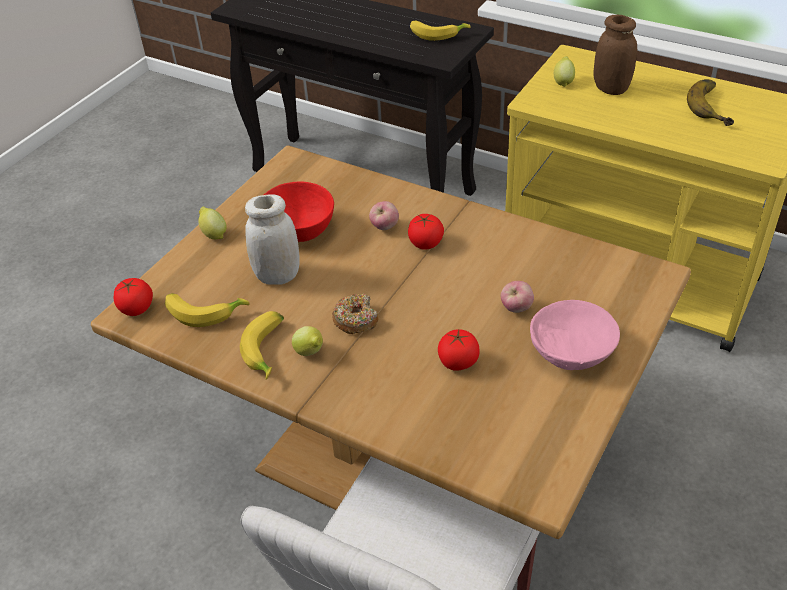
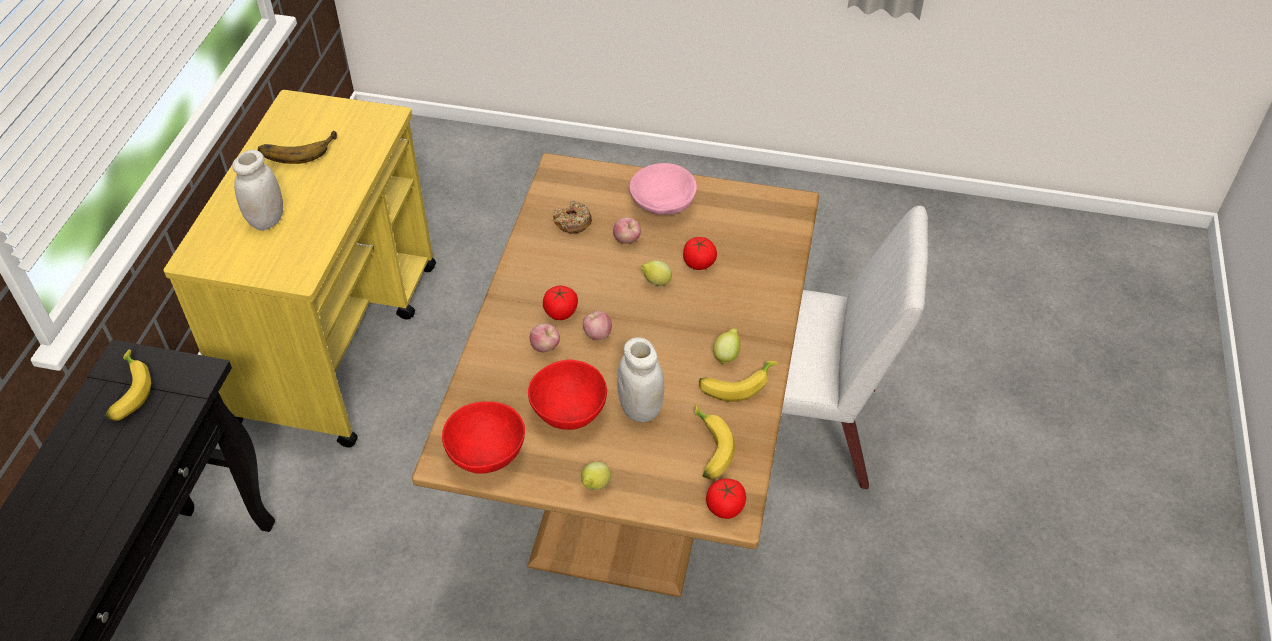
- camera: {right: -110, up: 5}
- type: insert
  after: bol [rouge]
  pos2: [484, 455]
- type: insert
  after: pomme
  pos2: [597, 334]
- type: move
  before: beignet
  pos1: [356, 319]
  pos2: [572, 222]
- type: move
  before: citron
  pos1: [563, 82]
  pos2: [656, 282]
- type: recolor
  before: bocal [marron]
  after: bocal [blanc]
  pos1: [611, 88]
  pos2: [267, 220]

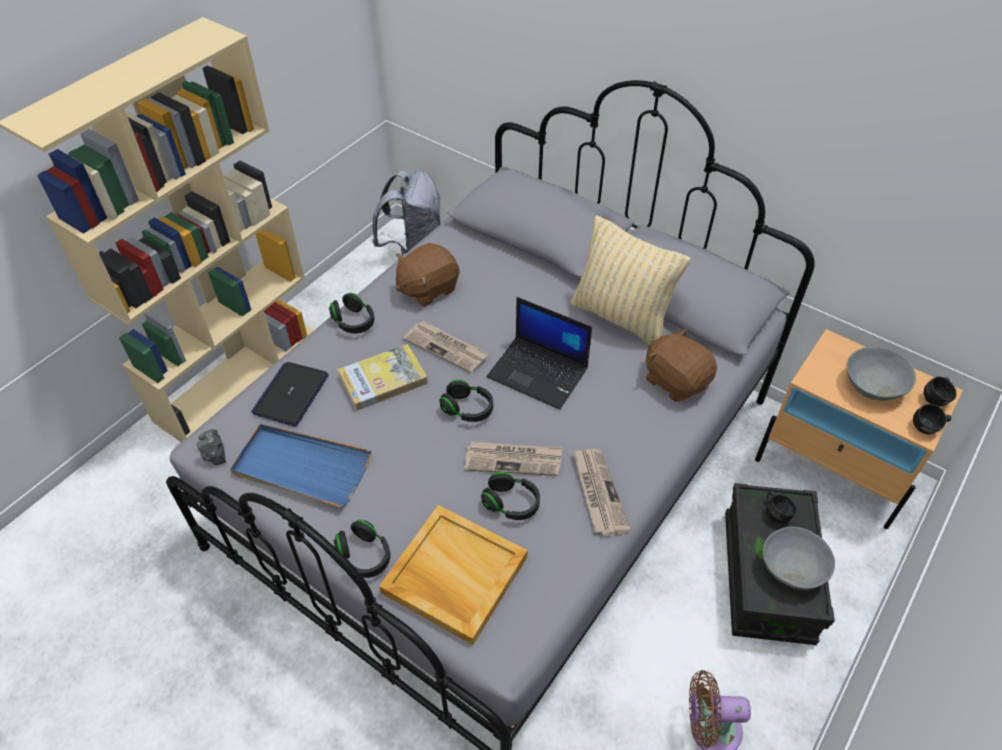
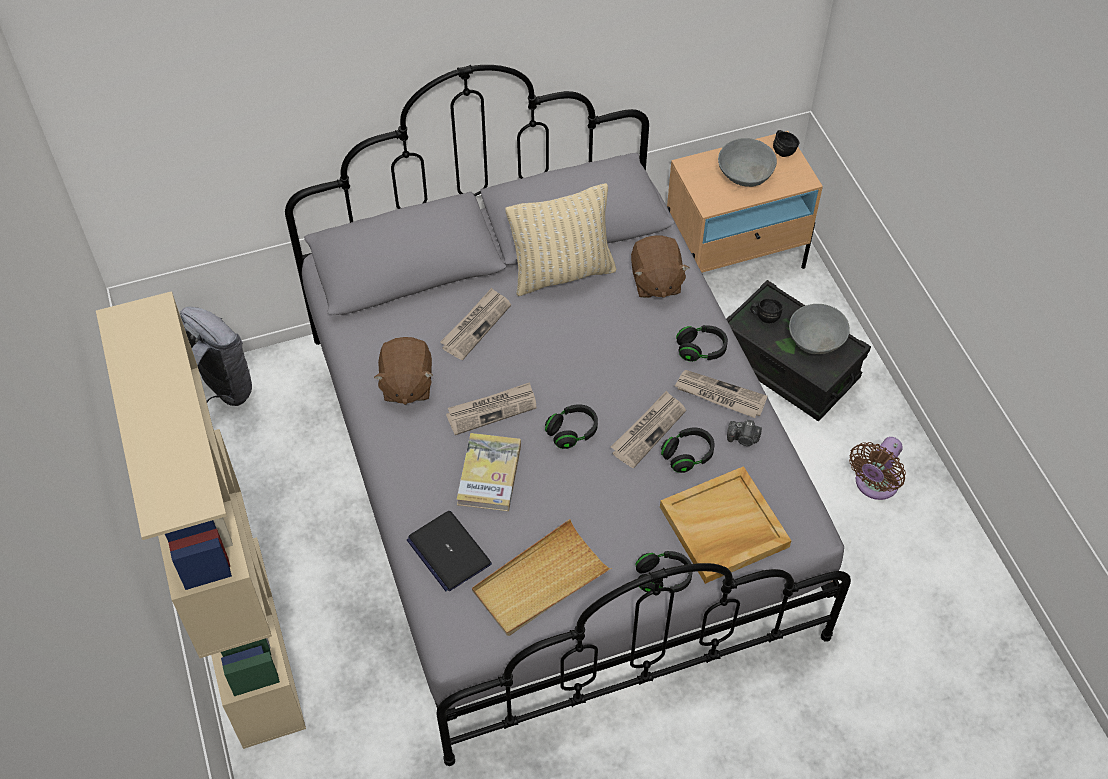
- camera: {right: -55, up: 5}
- type: delete
  before: ordinateur portable
  pos1: [539, 372]
- type: delete
  before: mug [noir]
  pos1: [928, 428]
- type: insert
  after: journal
  pos2: [476, 325]
- type: move
  before: appareil photo
  pos1: [215, 454]
  pos2: [743, 439]
- type: move
  before: casque audio [noir]
  pos1: [353, 322]
  pos2: [701, 350]
- type: recolor
  before: plateau [bleu]
  after: plateau [beige]
  pos1: [301, 468]
  pos2: [540, 581]
- type: rotate
  before: peluche [marron]
  pos1: [676, 380]
  pos2: [655, 281]
  turn: -90

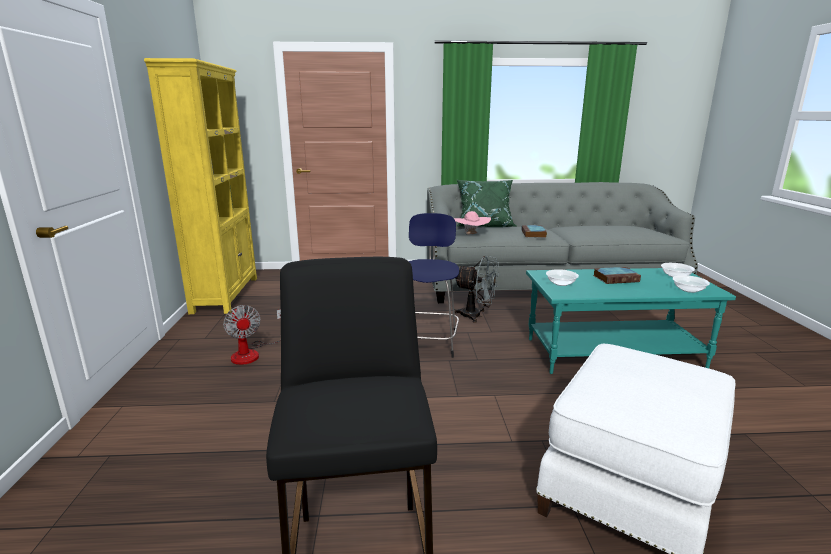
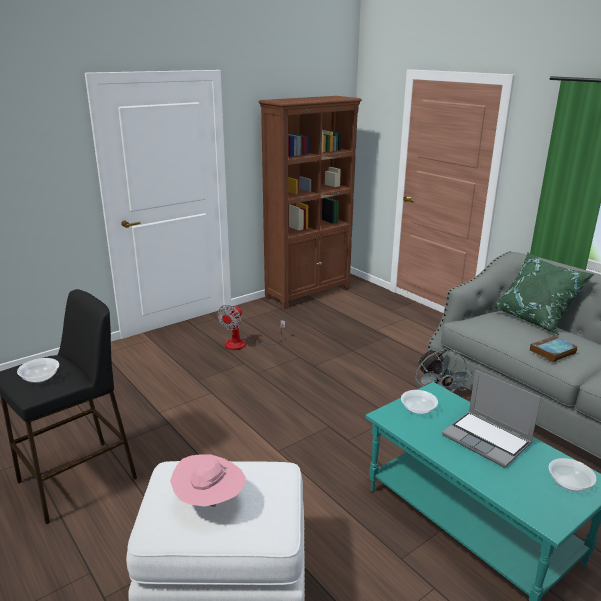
- camera: {right: 55, up: 5}
- type: delete
  before: tabouret [bleu]
  pos1: [428, 342]
- type: move
  before: chapeau [rose]
  pos1: [471, 235]
  pos2: [209, 502]
- type: move
  before: bol
  pos1: [689, 290]
  pos2: [40, 378]
- type: replace
  before: livre
  after: ordinateur portable
  pos1: [616, 278]
  pos2: [487, 440]
- type: recolor
  before: bibliothèque [jaune]
  after: bibliothèque [marron]
  pos1: [226, 294]
  pos2: [308, 293]

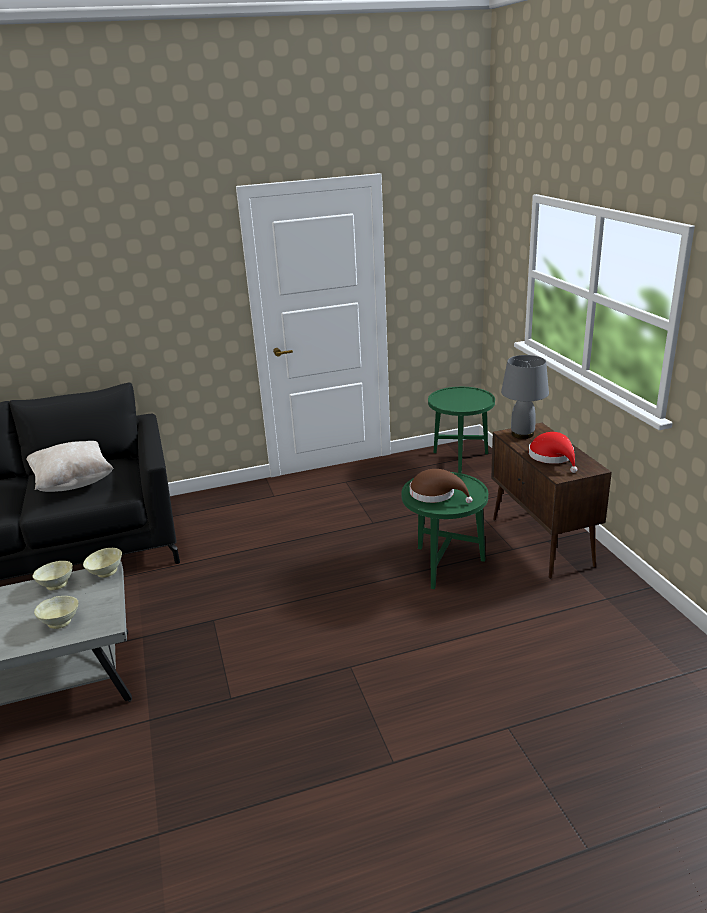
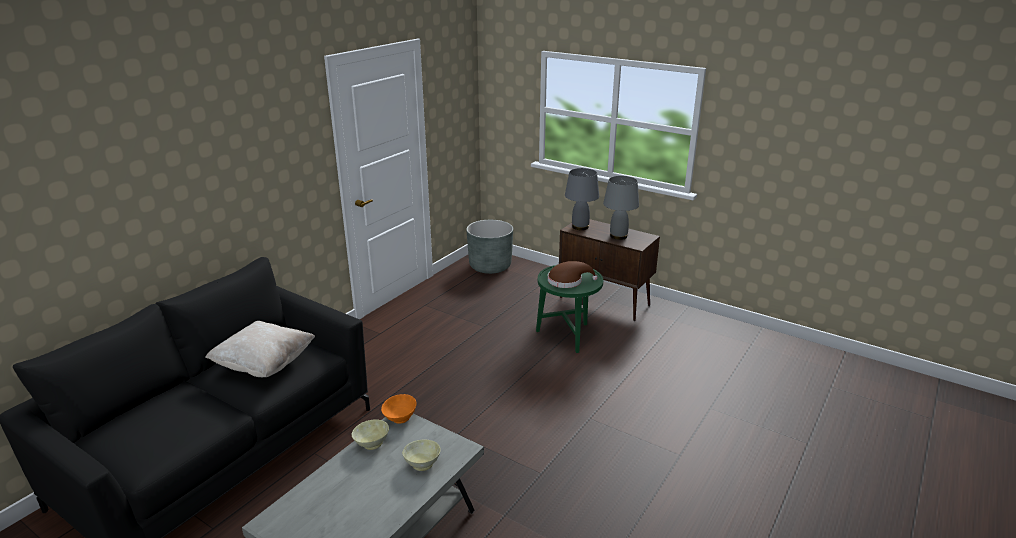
- camera: {right: -40, up: 0}
- type: replace
  before: table d'appoint [vert]
  after: cache-pot [gris]
  pos1: [460, 461]
  pos2: [490, 266]
- type: replace
  before: chapeau [rouge]
  after: lampe de table [gris]
  pos1: [553, 457]
  pos2: [618, 236]
- type: recolor
  before: bol [beige]
  after: bol [orange]
  pos1: [106, 572]
  pos2: [399, 418]

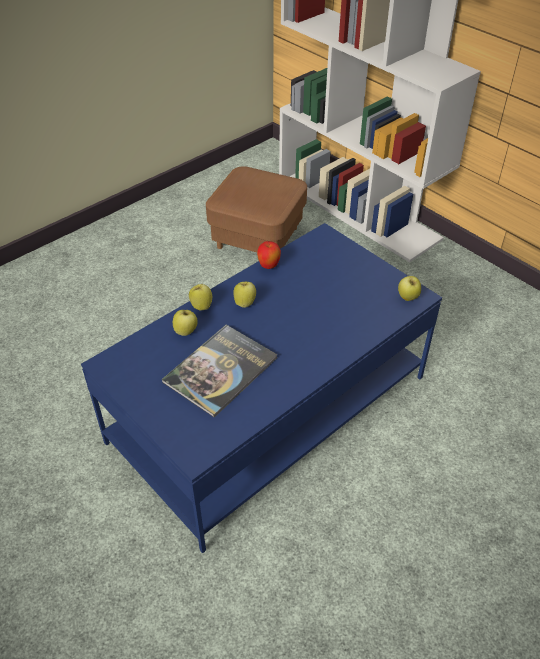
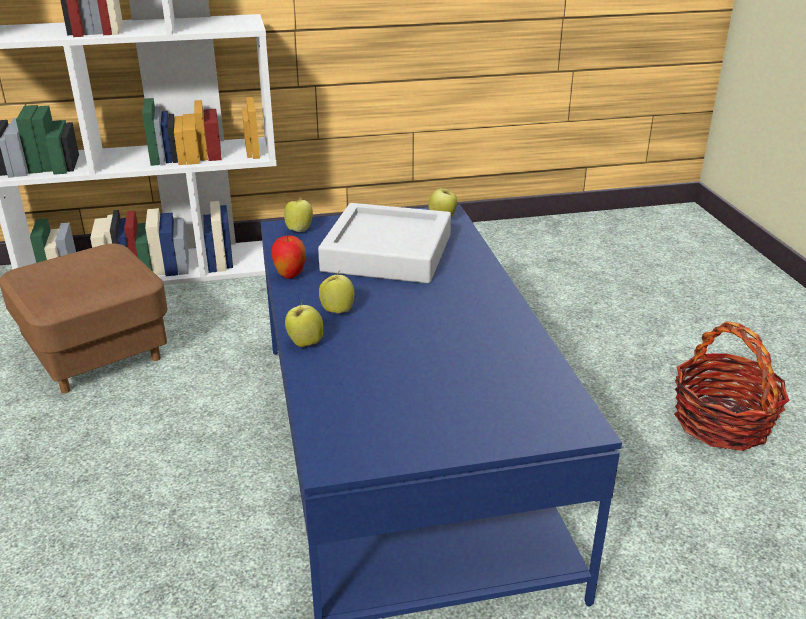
- camera: {right: -60, up: -15}
- type: delete
  before: livre
  pos1: [220, 370]
- type: insert
  after: plateau [gris]
  pos2: [387, 253]
- type: insert
  after: panier
  pos2: [722, 423]
- type: move
  before: pomme
  pos1: [186, 331]
  pos2: [299, 230]

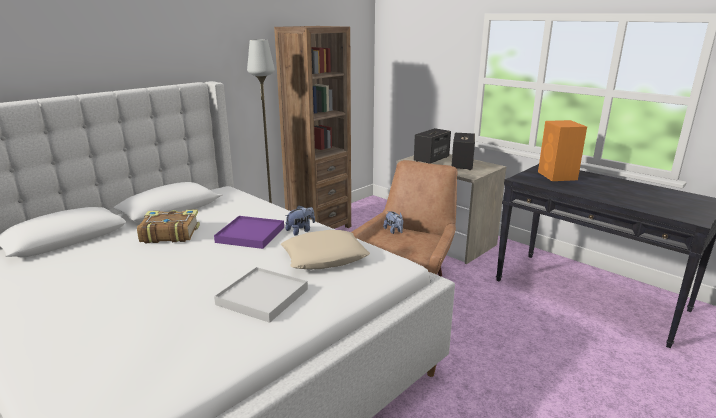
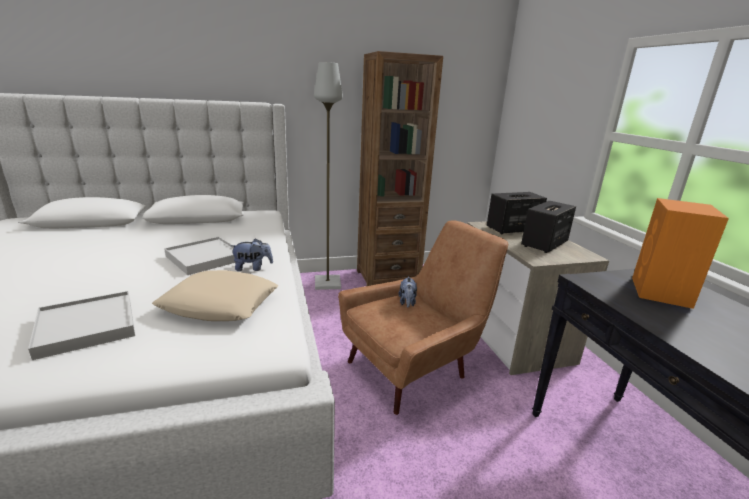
- camera: {right: 30, up: 0}
- type: delete
  before: livre
  pos1: [169, 234]
- type: recolor
  before: plateau [violet]
  after: plateau [blanc]
  pos1: [250, 235]
  pos2: [205, 258]

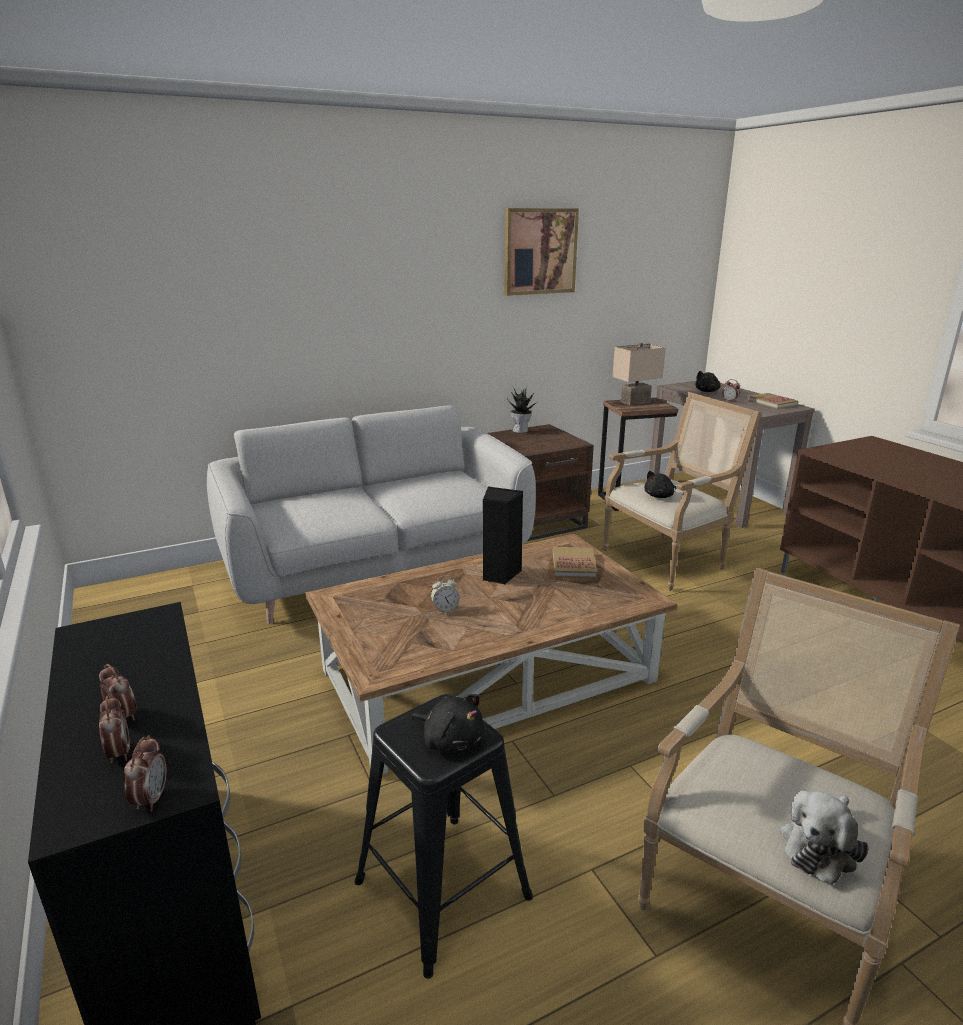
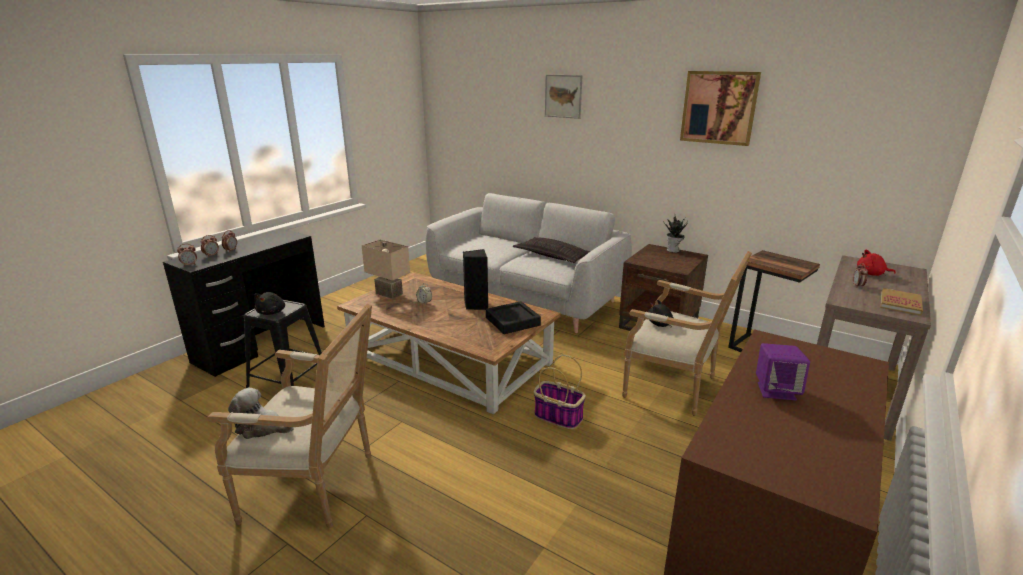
- camera: {right: 60, up: 0}
- type: insert
  after: coussin
  pos2: [553, 256]
- type: insert
  after: panier
  pos2: [557, 416]
- type: insert
  after: tableau
  pos2: [563, 96]
- type: insert
  after: enceinte [violet]
  pos2: [776, 391]
- type: move
  before: lampe de table [beige]
  pos1: [634, 401]
  pos2: [390, 293]
- type: replace
  before: livre
  after: plateau [noir]
  pos1: [574, 565]
  pos2: [512, 321]
- type: recolor
  before: peluche [noir]
  after: peluche [rouge]
  pos1: [707, 391]
  pos2: [871, 274]

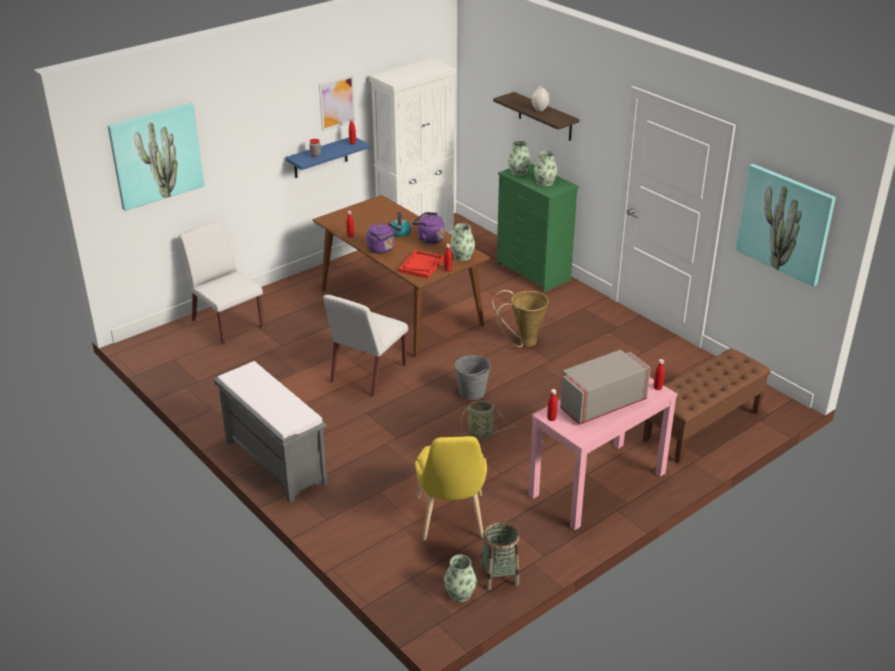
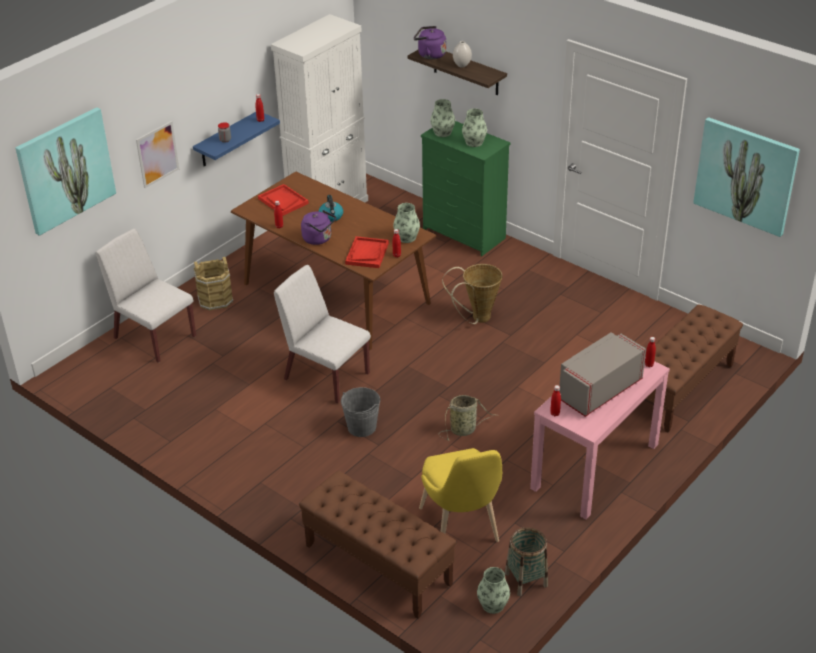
- camera: {right: -10, up: 5}
- type: delete
  before: banc [gris]
  pos1: [274, 462]
- type: insert
  after: seau [marron]
  pos2: [215, 300]
- type: insert
  after: plateau [rouge]
  pos2: [283, 201]
- type: insert
  after: banc [marron]
  pos2: [377, 565]
- type: move
  before: tableau
  pos1: [337, 102]
  pos2: [157, 154]
- type: move
  before: bouilloire [violet]
  pos1: [429, 239]
  pos2: [430, 55]
- type: move
  before: seau [gris]
  pos1: [472, 392]
  pos2: [361, 427]
- type: rotate
  before: chaise [blanc]
  pos1: [368, 374]
  pos2: [325, 376]
  turn: 105

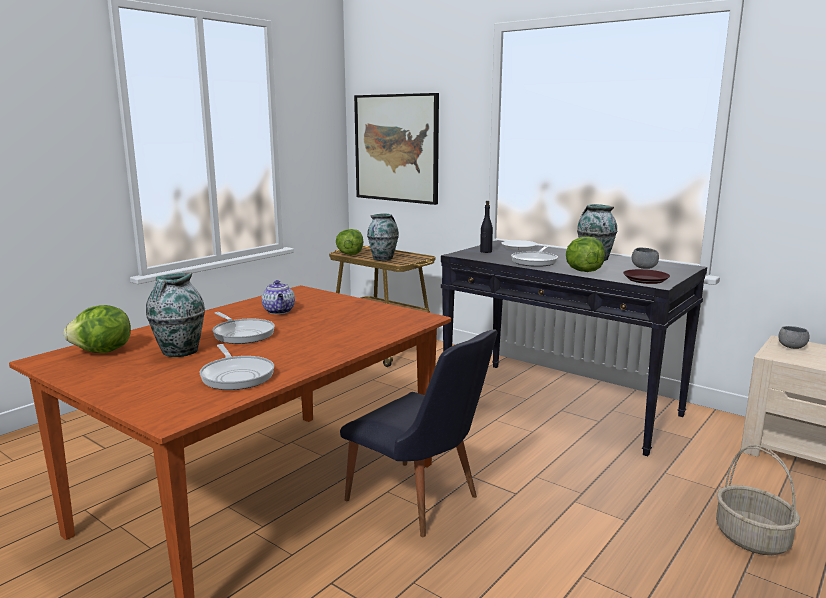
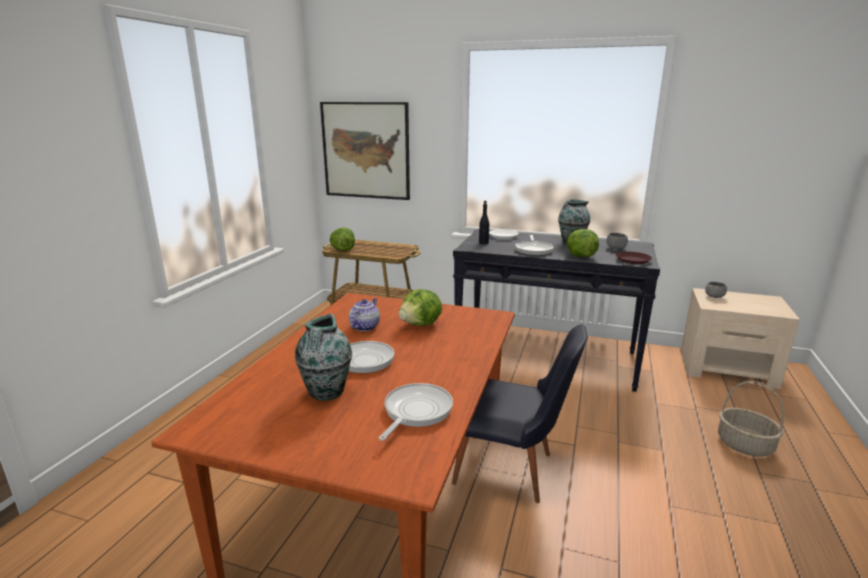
- camera: {right: -20, up: 5}
- type: delete
  before: vase
  pos1: [383, 258]
- type: move
  before: laitue
  pos1: [103, 352]
  pos2: [421, 325]
- type: rotate
  before: poêle
  pos1: [237, 375]
  pos2: [415, 412]
  turn: -105
- type: rotate
  before: théière
  pos1: [279, 311]
  pos2: [365, 326]
  turn: -120

